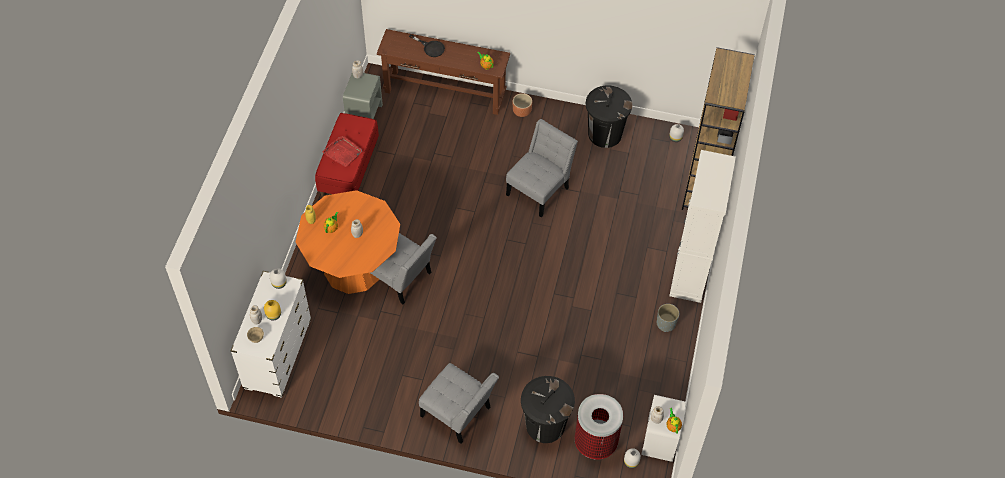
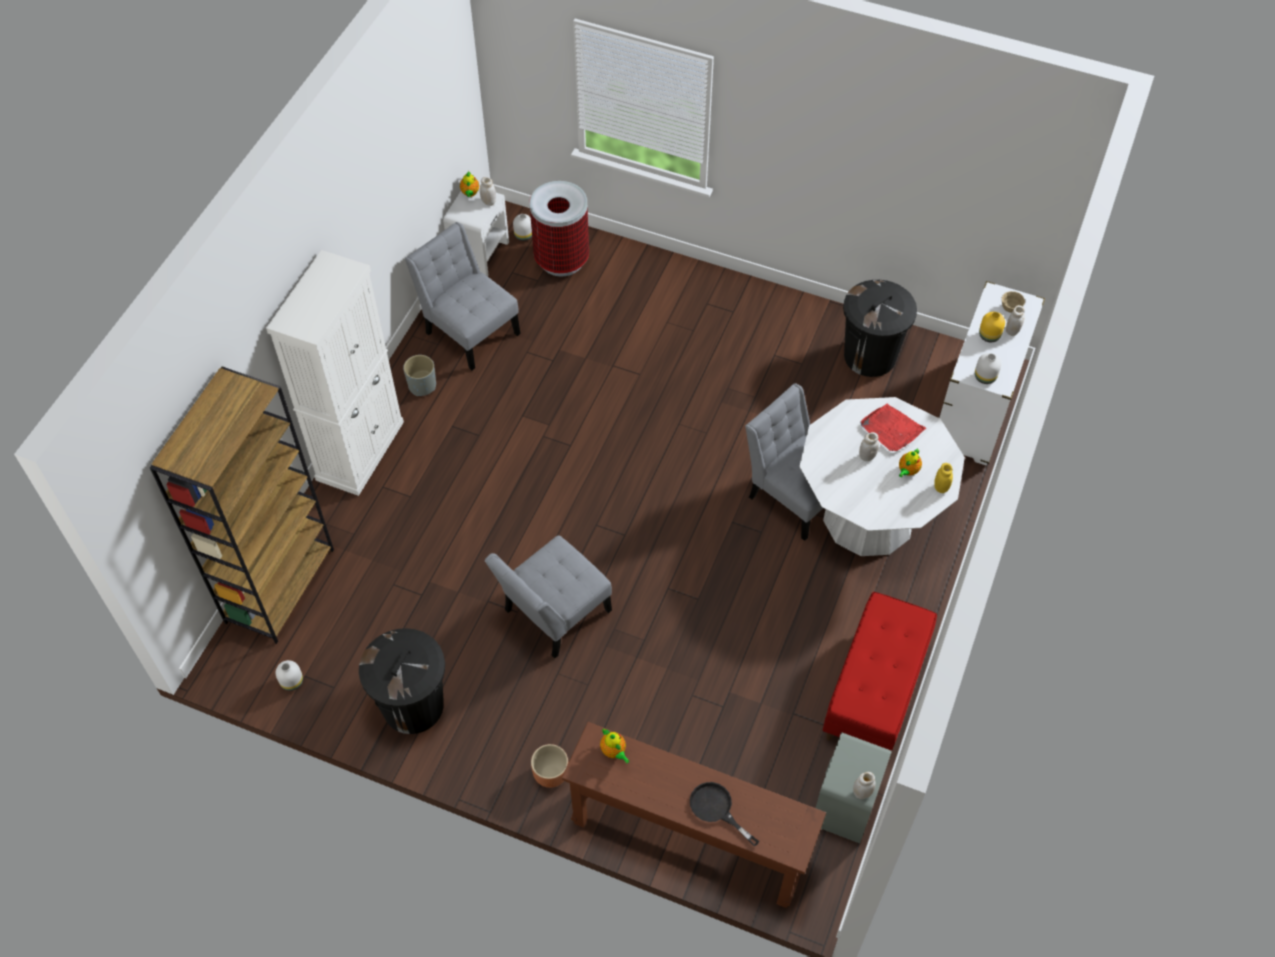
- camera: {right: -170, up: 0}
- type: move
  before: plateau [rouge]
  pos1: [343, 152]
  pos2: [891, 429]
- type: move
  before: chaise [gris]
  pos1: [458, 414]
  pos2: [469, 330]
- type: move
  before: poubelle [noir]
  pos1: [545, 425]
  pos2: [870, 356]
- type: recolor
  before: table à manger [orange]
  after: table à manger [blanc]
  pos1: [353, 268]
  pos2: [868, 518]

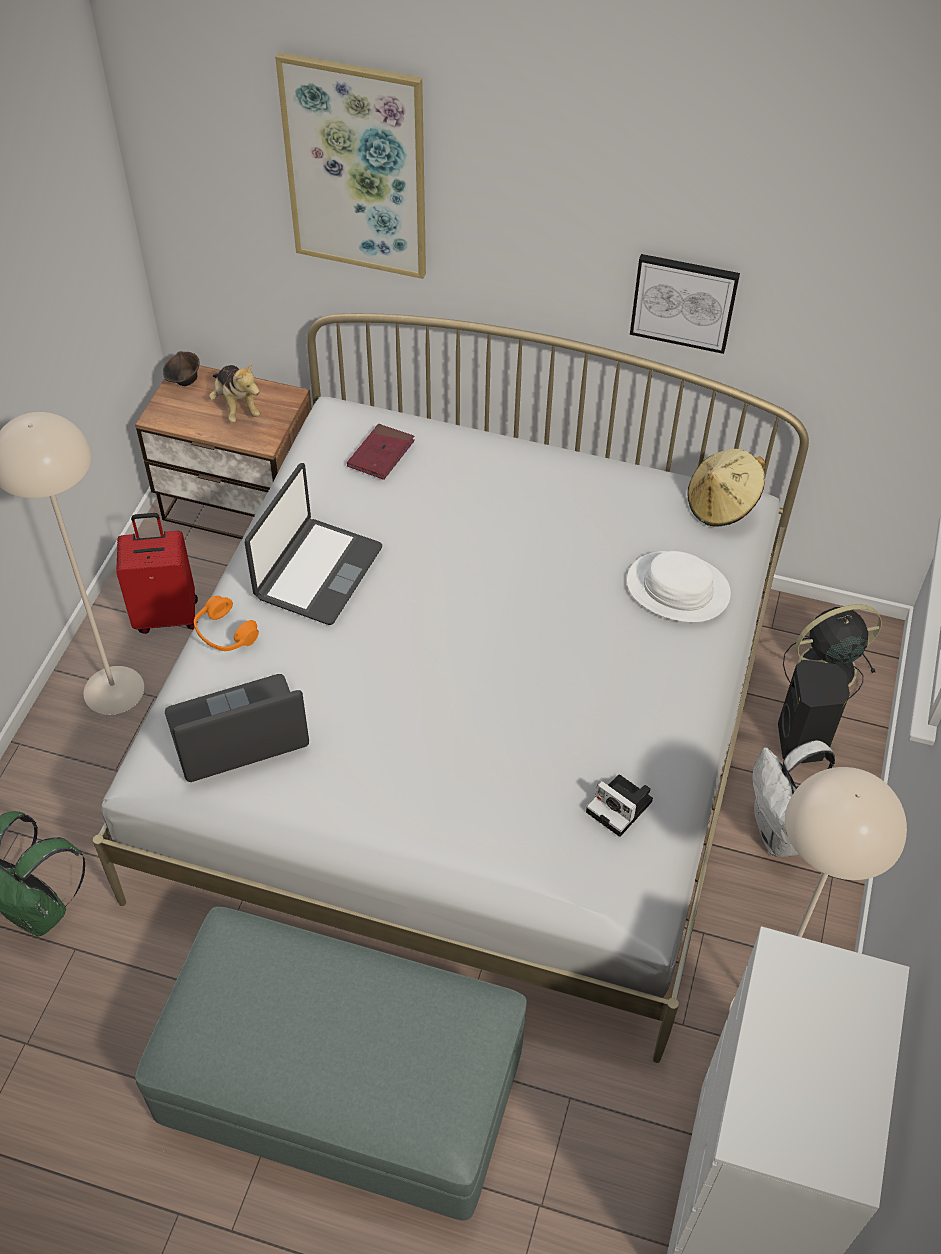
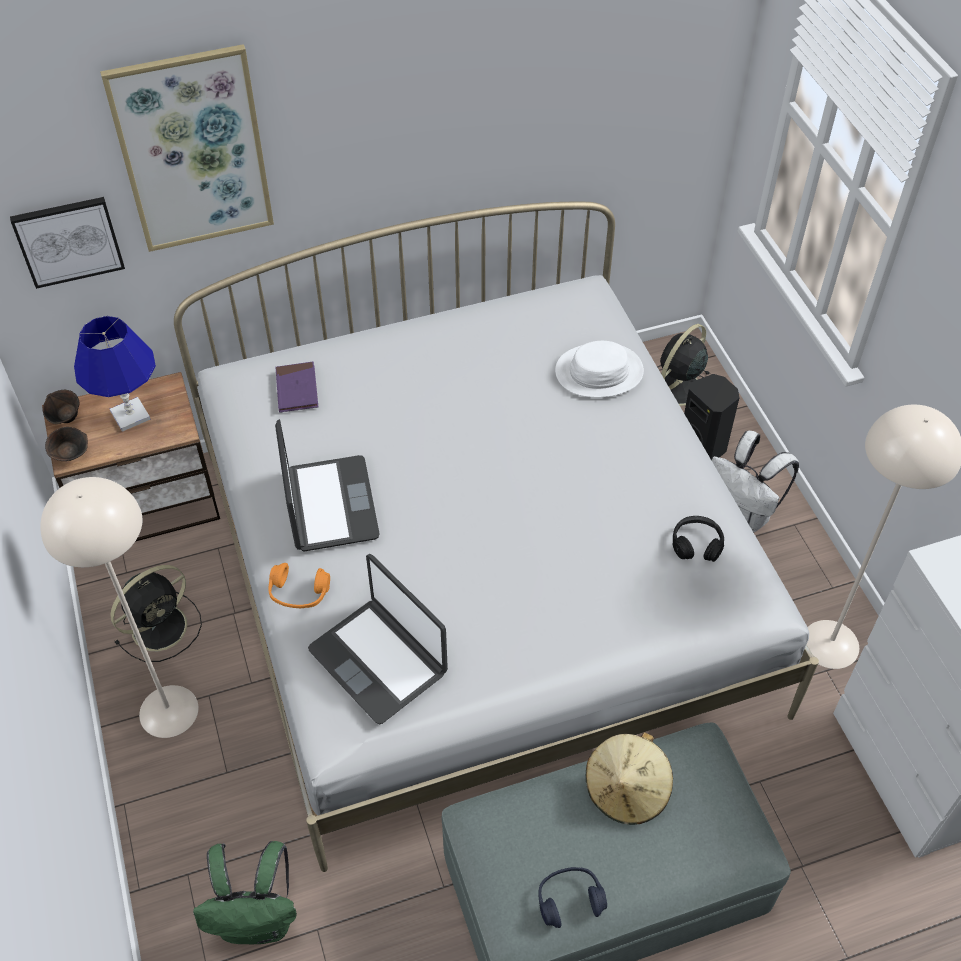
- camera: {right: -35, up: 0}
- type: insert
  after: bol [marron]
  pos2: [71, 455]
- type: insert
  after: casque audio [bleu]
  pos2: [569, 900]
- type: move
  before: tableau
  pos1: [684, 302]
  pos2: [68, 241]
- type: move
  before: chapeau [beige]
  pos1: [722, 505]
  pos2: [627, 790]
- type: replace
  before: valise [rouge]
  after: ventilateur [noir]
  pos1: [167, 615]
  pos2: [161, 626]
- type: replace
  before: peluche
  after: lampe de table [bleu]
  pos1: [236, 406]
  pos2: [131, 415]
- type: replace
  before: appareil photo
  after: casque audio [noir]
  pos1: [621, 807]
  pos2: [696, 544]
- type: recolor
  before: livre [rouge]
  after: livre [violet]
  pos1: [381, 454]
  pos2: [297, 389]
- type: rotate
  before: ordinateur portable
  pos1: [237, 732]
  pos2: [379, 660]
  turn: -75

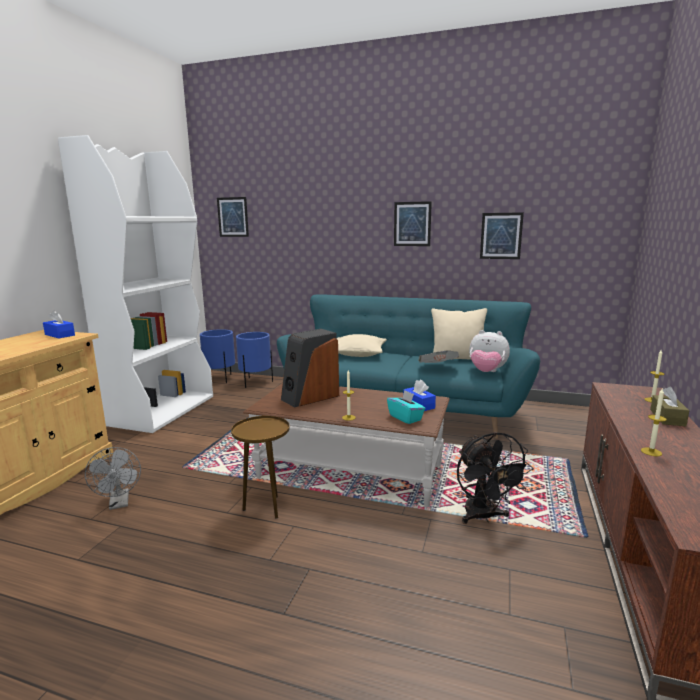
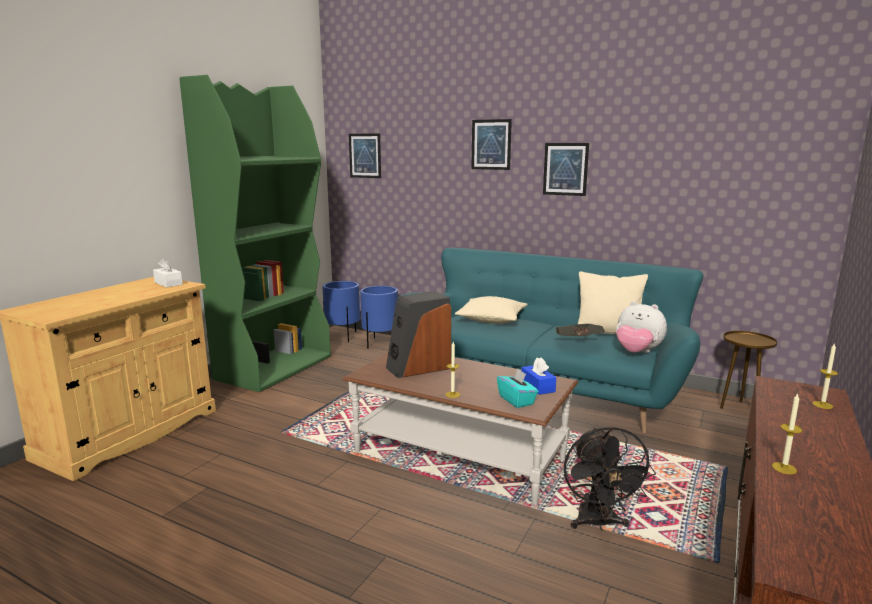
- camera: {right: 10, up: 0}
- type: delete
  before: ventilateur [gris]
  pos1: [119, 503]
- type: delete
  before: boîte à mouchoirs [marron]
  pos1: [667, 417]
- type: move
  before: table d'appoint [marron]
  pos1: [265, 508]
  pos2: [739, 408]
- type: move
  before: tableau
  pos1: [501, 236]
  pos2: [491, 144]
- type: recolor
  before: boîte à mouchoirs [bleu]
  after: boîte à mouchoirs [blanc]
  pos1: [60, 335]
  pos2: [168, 283]
- type: recolor
  before: bibliothèque [blanc]
  after: bibliothèque [vert]
  pos1: [162, 410]
  pos2: [274, 367]

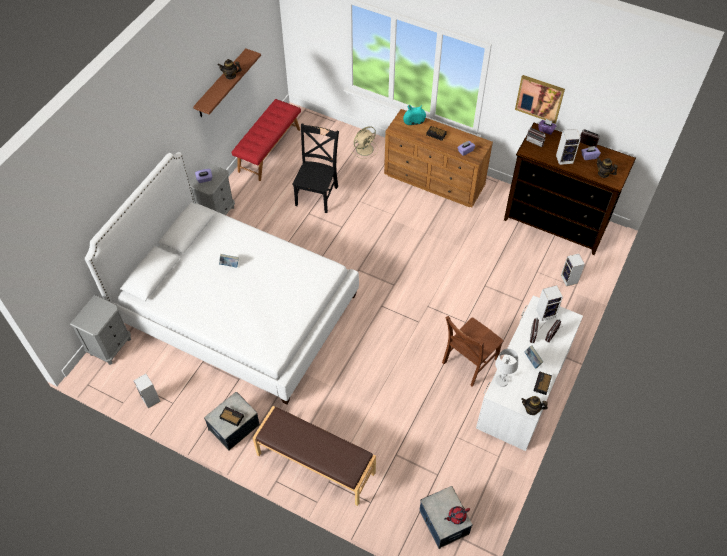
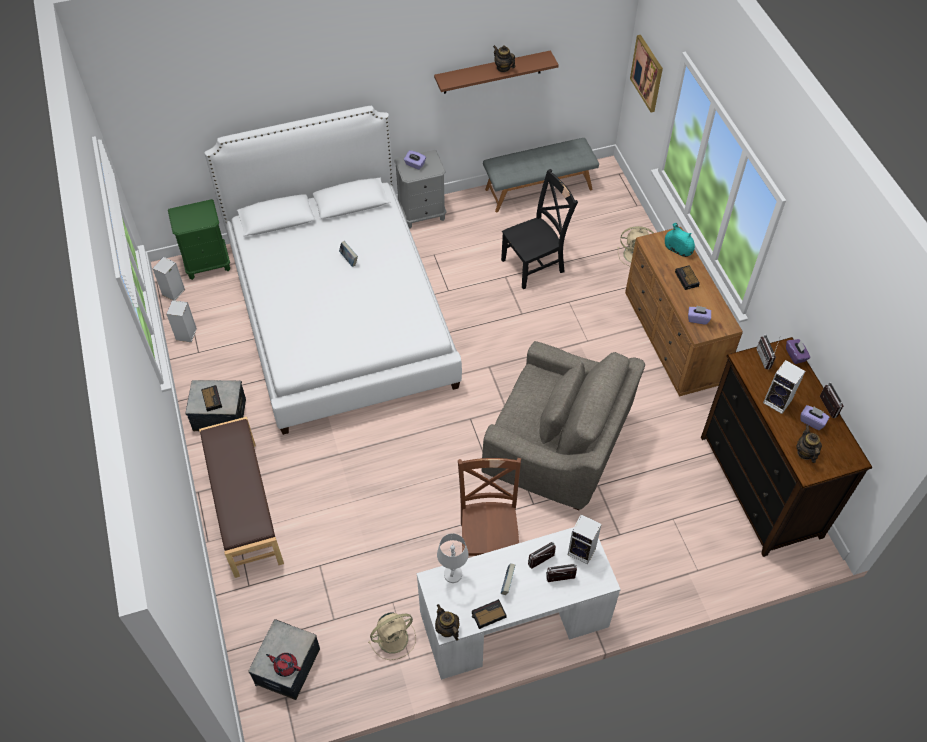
- camera: {right: 45, up: 0}
- type: insert
  after: ventilateur [beige]
  pos2: [394, 638]
- type: insert
  after: fauteuil [gris]
  pos2: [558, 445]
- type: move
  before: tableau
  pos1: [539, 98]
  pos2: [647, 73]
- type: move
  before: enceinte
  pos1: [569, 280]
  pos2: [173, 293]
- type: recolor
  before: table de chevet [gris]
  after: table de chevet [vert]
  pos1: [110, 346]
  pos2: [207, 263]
- type: recolor
  before: banc [rouge]
  after: banc [gris]
  pos1: [269, 150]
  pos2: [538, 188]
- type: rotate
  before: chaise [marron]
  pos1: [468, 362]
  pos2: [488, 544]
  turn: 90

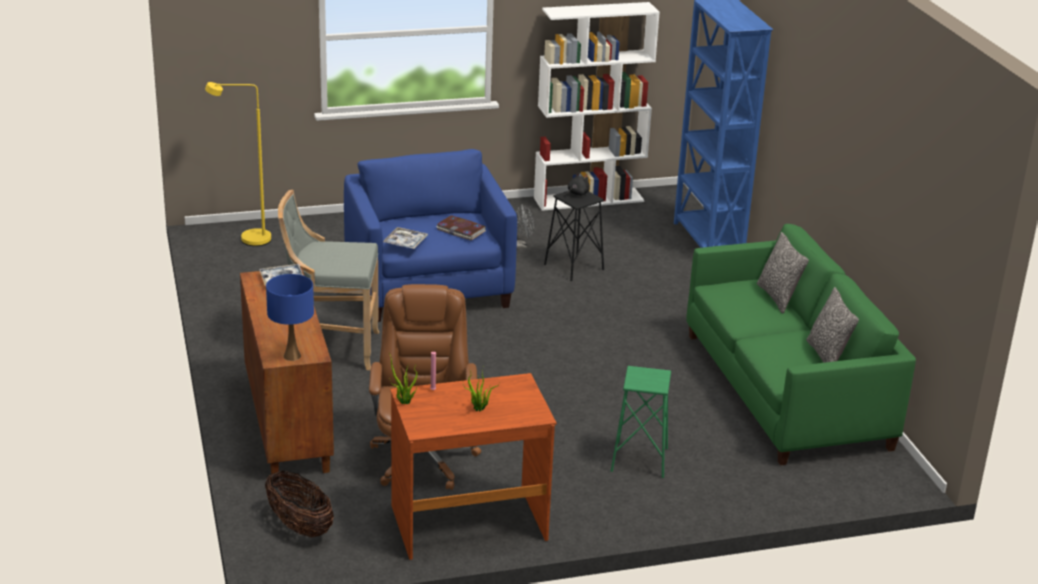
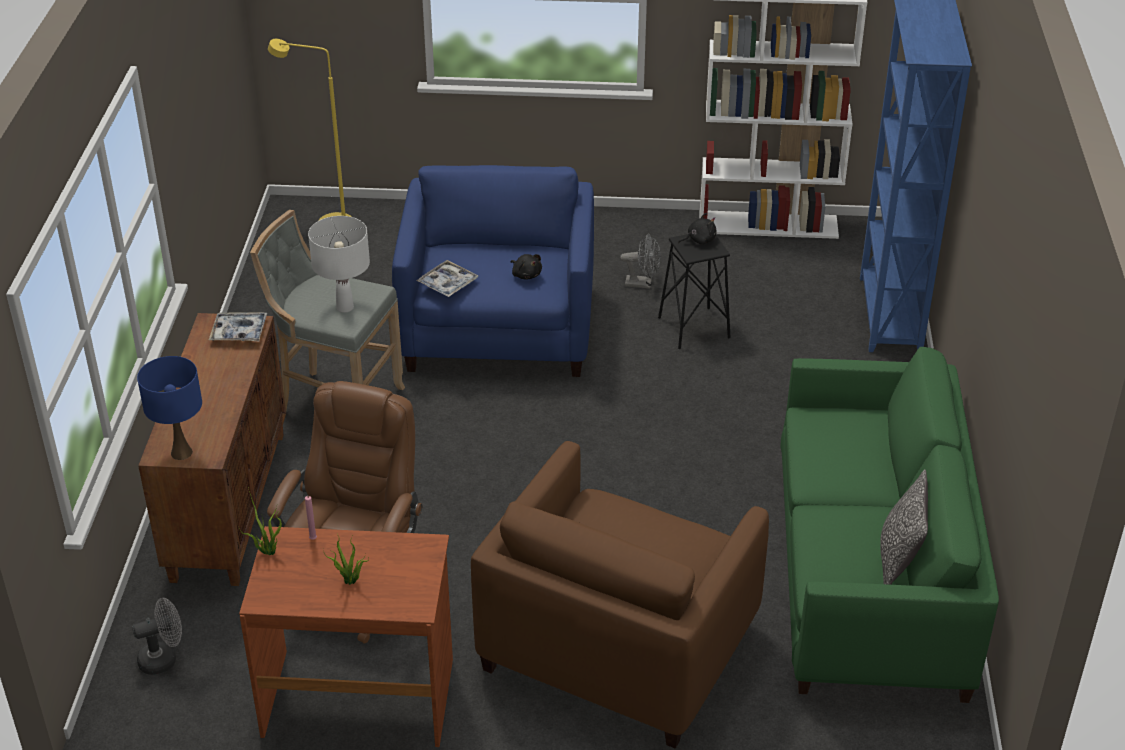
- camera: {right: 20, up: 10}
- type: delete
  before: coussin
  pos1: [778, 297]
- type: insert
  after: lampe de table [blanc]
  pos2: [344, 307]
- type: replace
  before: panier
  after: ventilateur [gris]
  pos1: [300, 526]
  pos2: [163, 658]
- type: replace
  before: livre
  after: peluche [noir]
  pos1: [461, 230]
  pos2: [526, 274]
- type: replace
  before: tabouret [vert]
  after: fauteuil [marron]
  pos1: [639, 460]
  pos2: [618, 646]

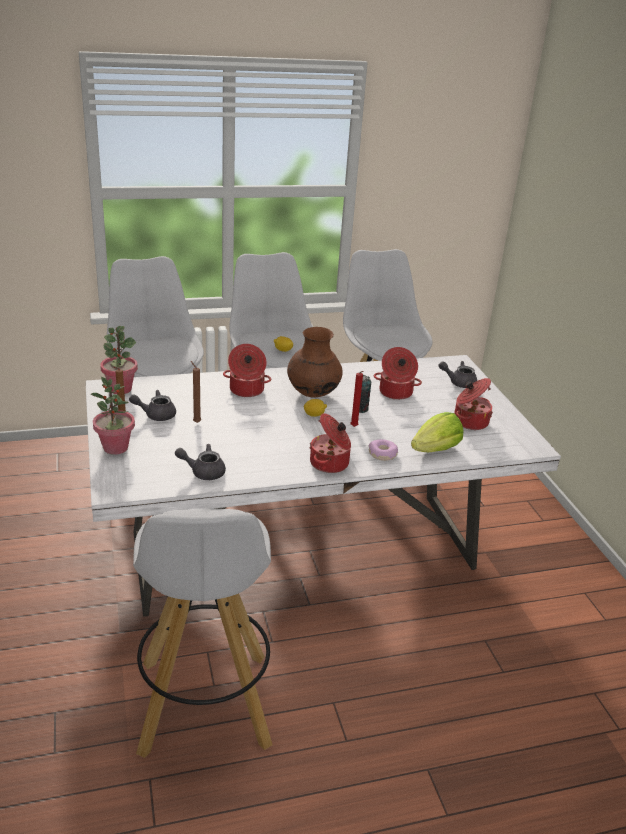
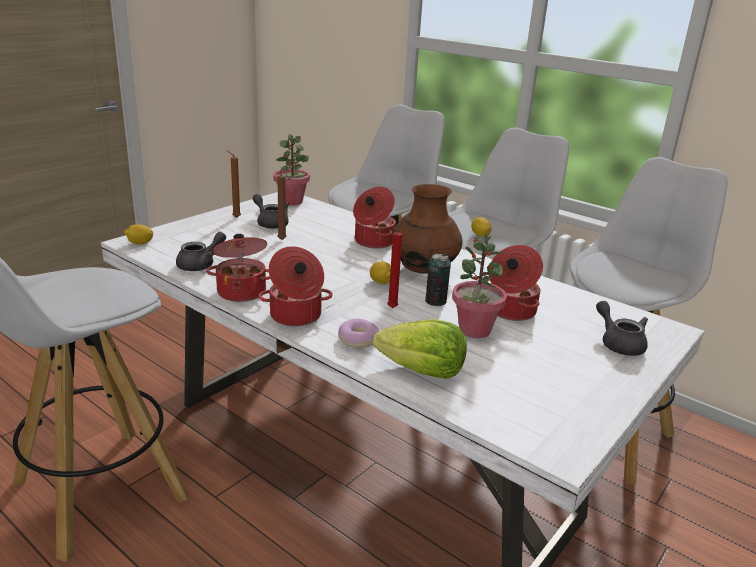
- camera: {right: 55, up: -5}
- type: insert
  after: citron
  pos2: [140, 243]
- type: move
  before: plante en pot
  pos1: [115, 448]
  pos2: [474, 330]
- type: move
  before: marmite
  pos1: [469, 421]
  pos2: [242, 291]
- type: rotate
  before: théière [gris]
  pos1: [203, 472]
  pos2: [201, 265]
  turn: 75

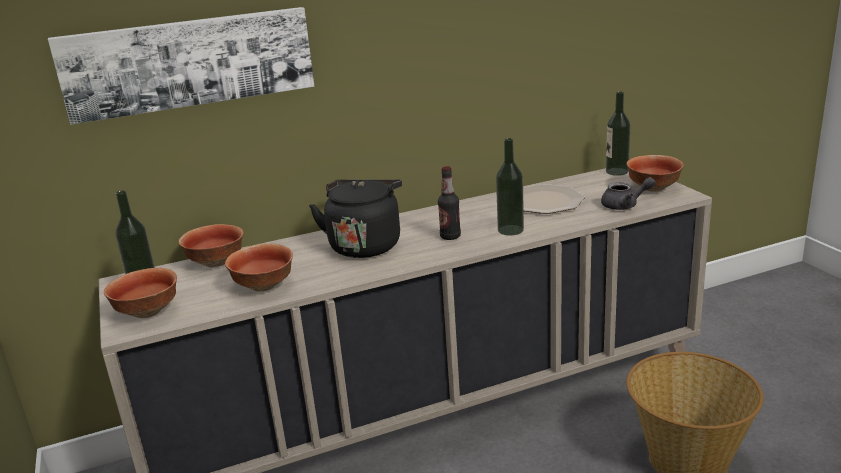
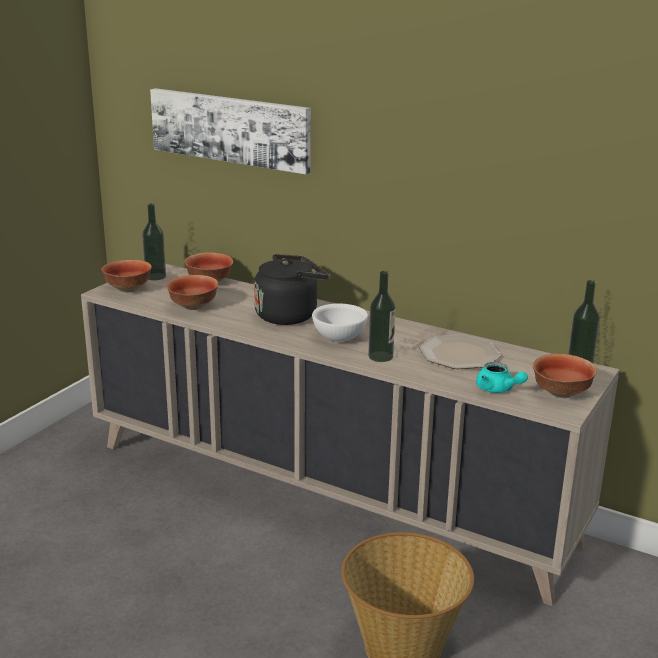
- camera: {right: 50, up: 0}
- type: replace
  before: bouteille
  after: bol [blanc]
  pos1: [450, 236]
  pos2: [339, 338]
- type: recolor
  before: théière [gris]
  after: théière [turquoise]
  pos1: [625, 205]
  pos2: [498, 389]

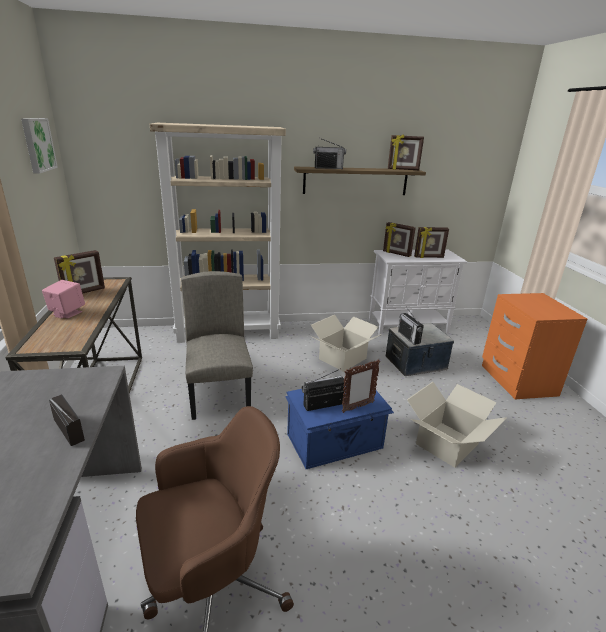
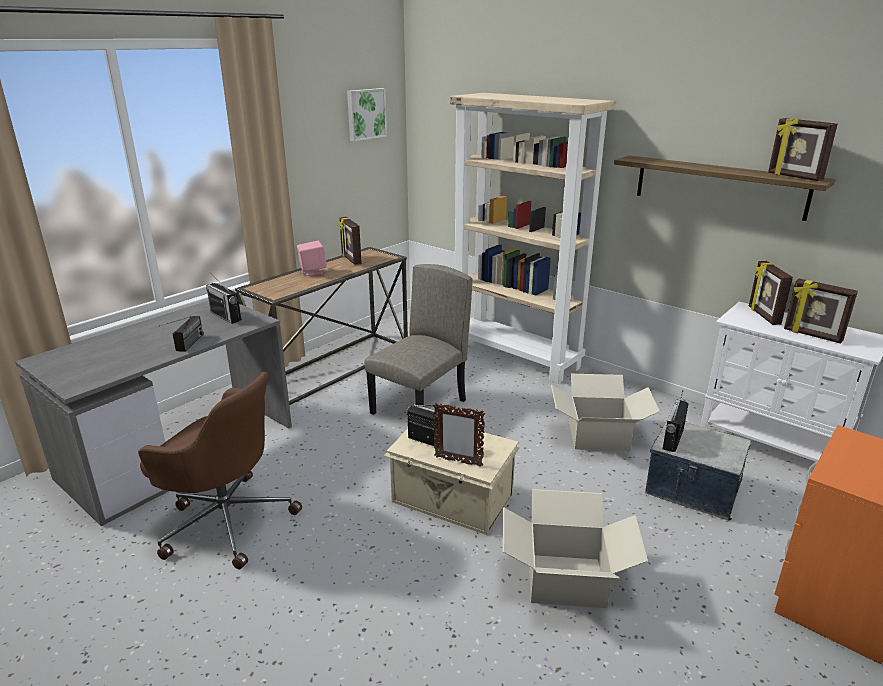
- camera: {right: 50, up: 0}
- type: move
  before: radio
  pos1: [328, 168]
  pos2: [225, 316]
- type: recolor
  before: boîte de rangement [bleu]
  after: boîte de rangement [beige]
  pos1: [335, 442]
  pos2: [452, 500]
- type: rotate
  before: cadre photo
  pos1: [84, 292]
  pos2: [350, 259]
  turn: 60

